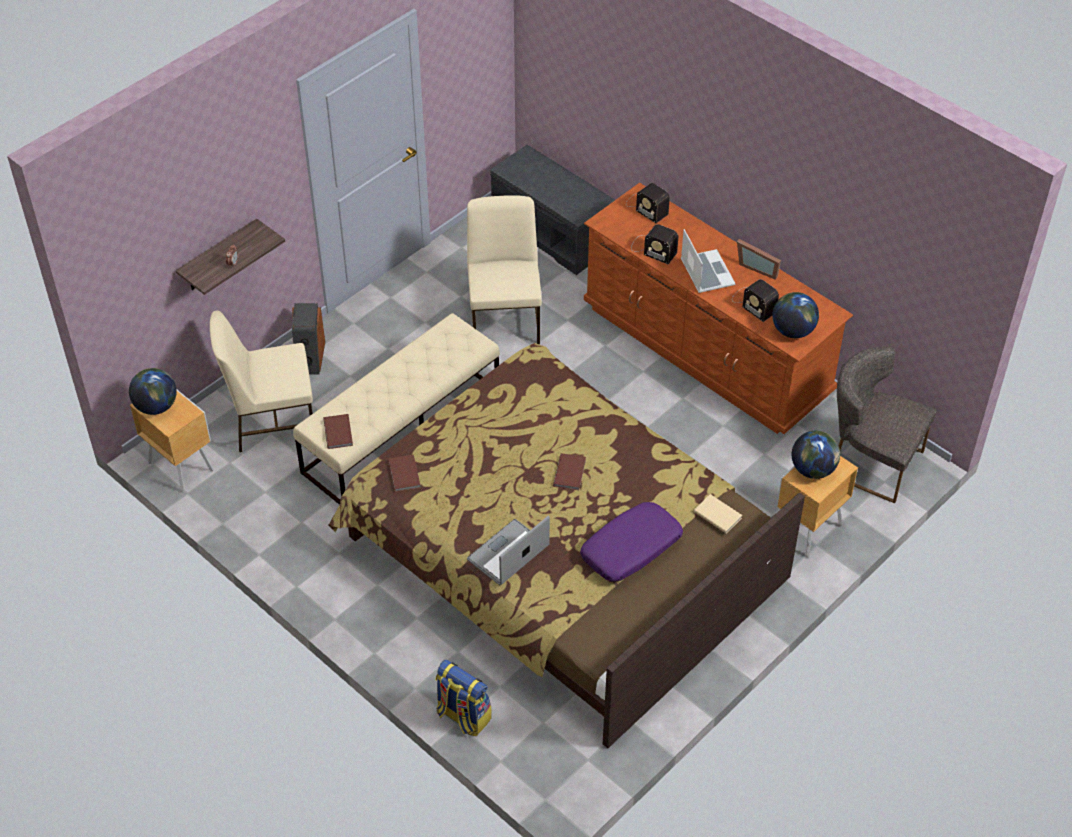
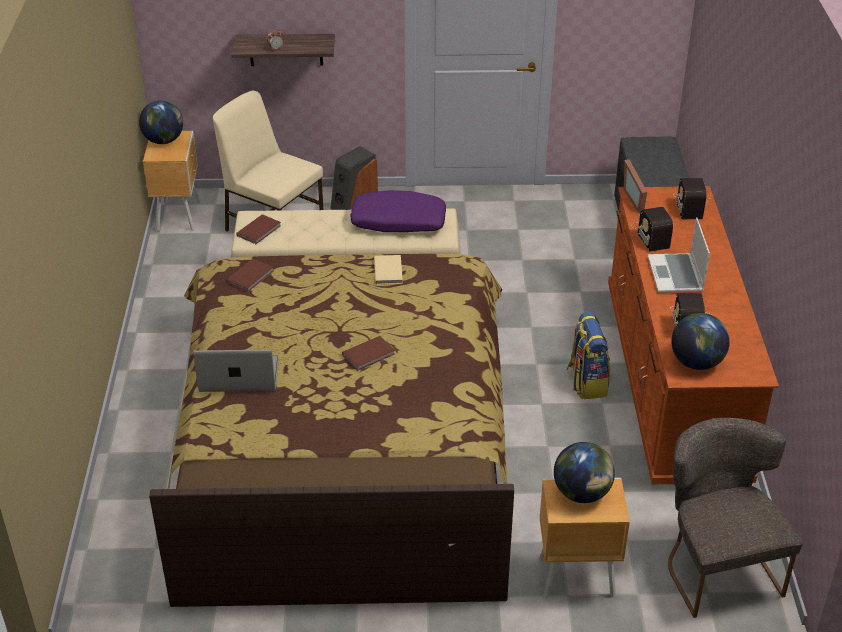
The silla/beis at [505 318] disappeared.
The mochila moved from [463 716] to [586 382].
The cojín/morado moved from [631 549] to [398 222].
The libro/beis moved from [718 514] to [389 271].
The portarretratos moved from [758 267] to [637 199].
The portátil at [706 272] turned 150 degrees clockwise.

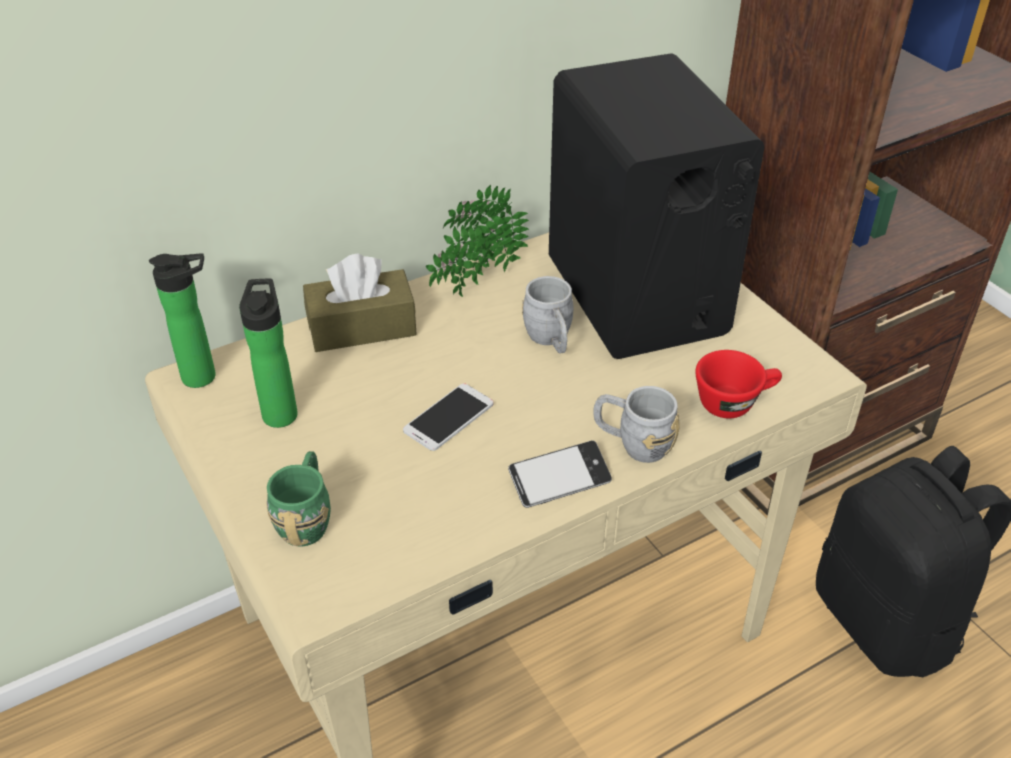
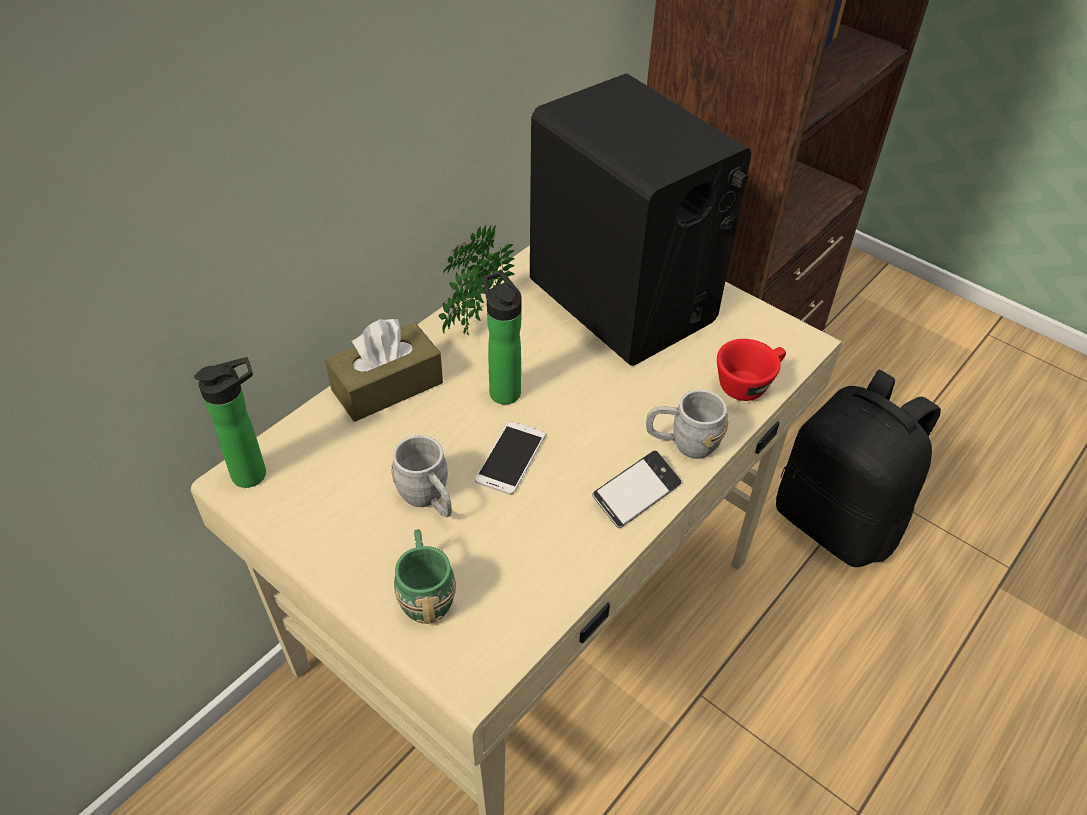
The botella moved from [280 411] to [503 389].
The taza grande/gris moved from [550 340] to [428 499].

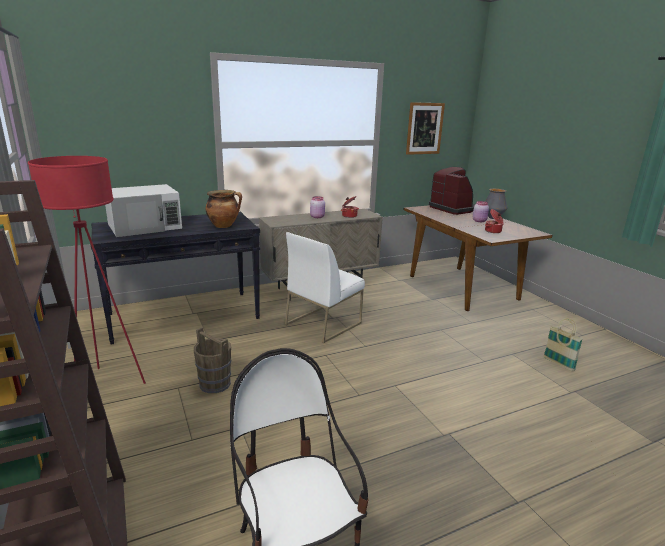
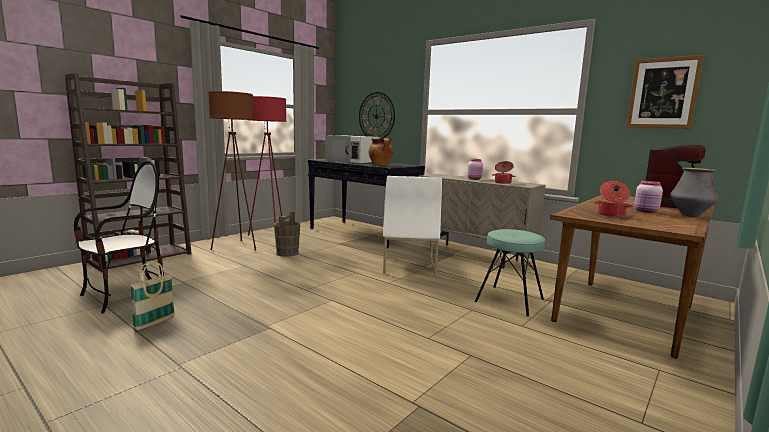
The lámpara de pie/marrón at [236 247] appeared.
The reloj de pared at [376 116] appeared.
The taburete/turquesa at [509 300] appeared.
The cesta moved from [558 364] to [155 323].
The silla/blanco at [323 323] turned 105 degrees counterclockwise.

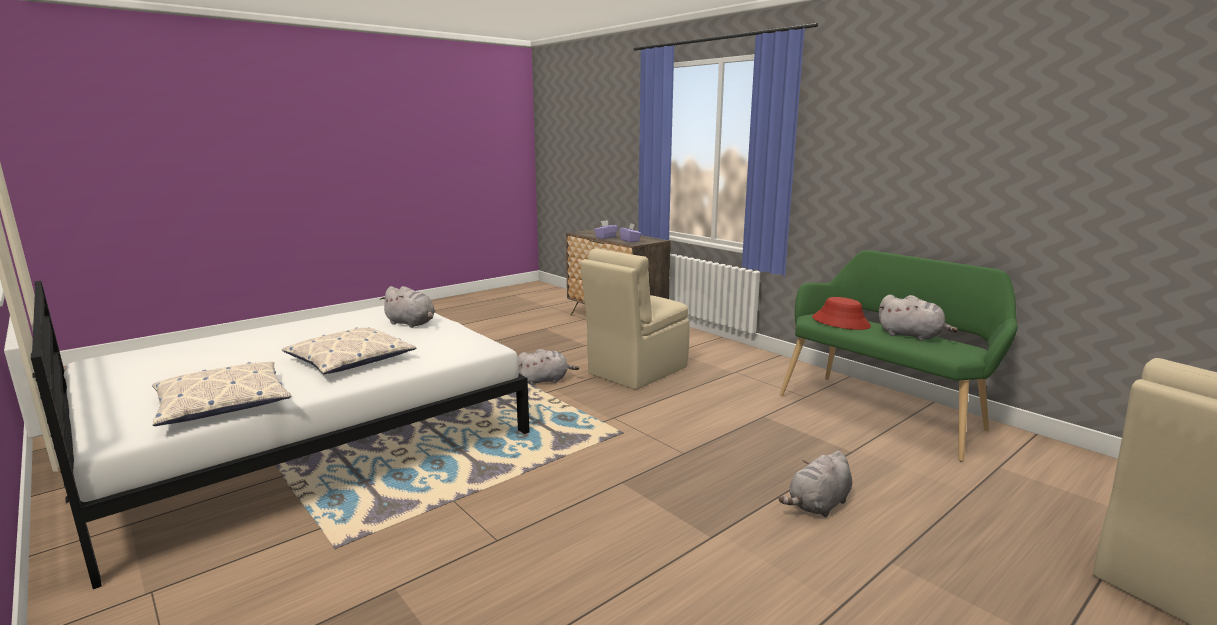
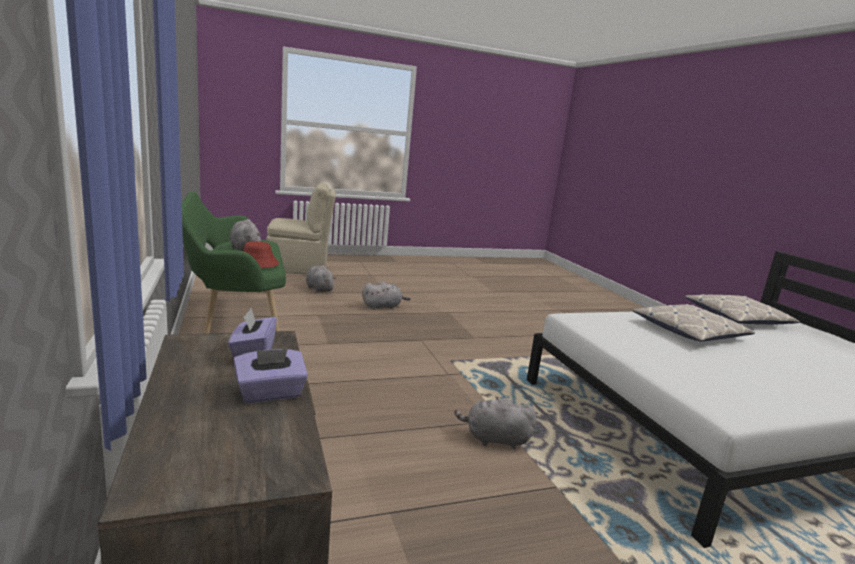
The silla/beis at [635 371] disappeared.
The peluche/gris moved from [412 324] to [318 289].

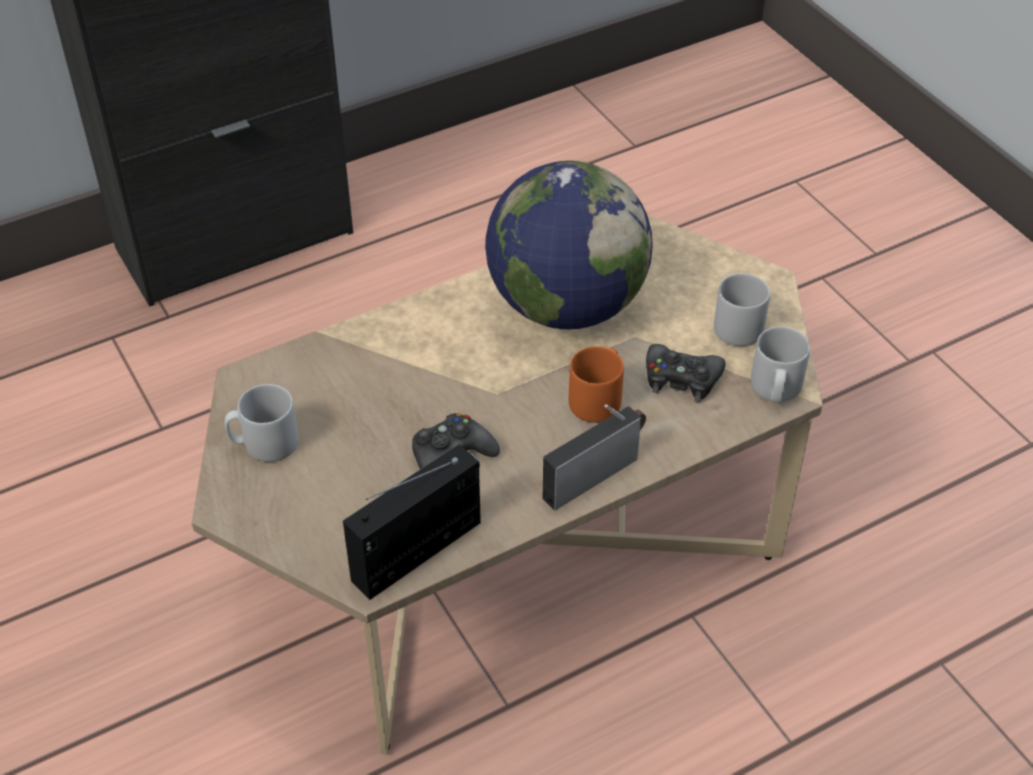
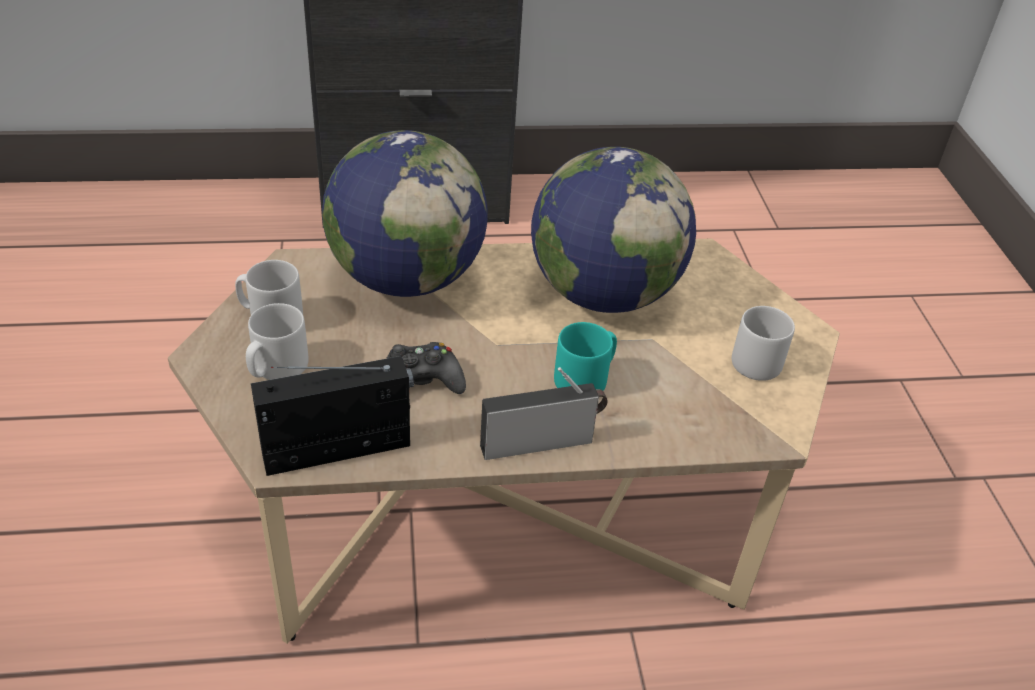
The mando de consola/negro at [681 379] disappeared.
The globo terráqueo at [406 279] appeared.
The taza grande/gris moved from [775 389] to [276 368].
The taza grande/naranja at [598 399] became the taza grande/turquesa at [585 379].

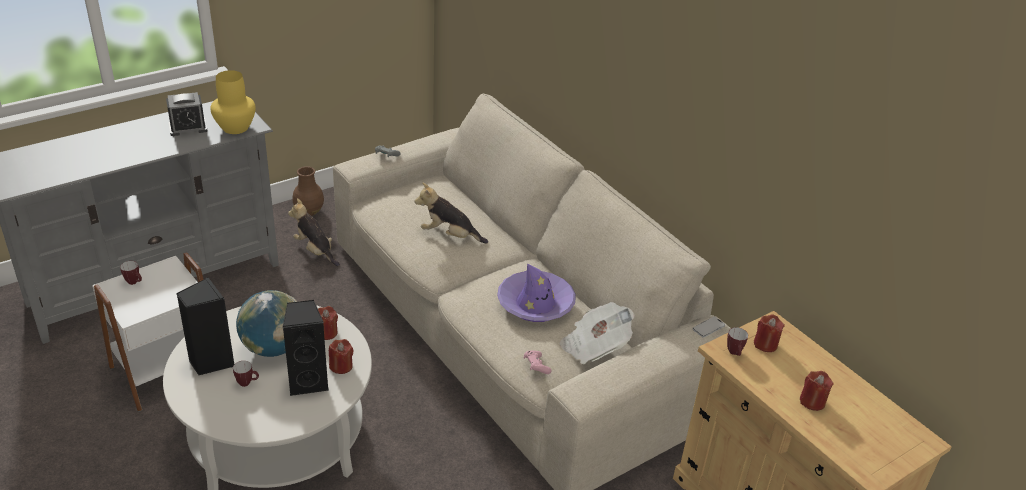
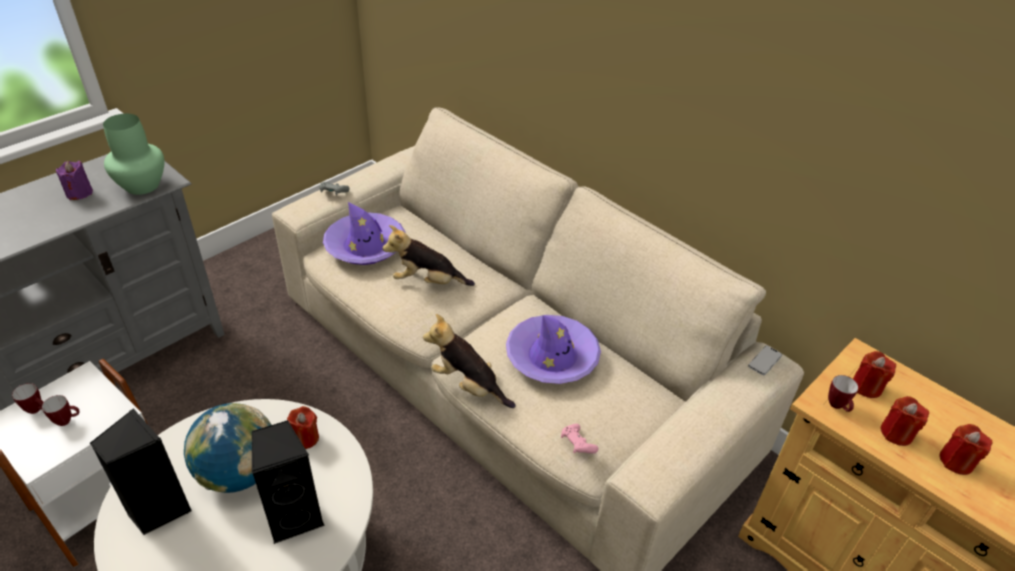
The florero/marrón at [309 211] disappeared.
The periódico at [594 346] disappeared.
The sombrero/morado at [365 246] appeared.
The taza grande moved from [247 383] to [67 420].
The peluche moved from [315 251] to [468 385].
The vela/rojo moved from [341 366] to [896 433].
The despertador at [188 127] was replaced by the vela/morado at [79 193].
The florero/amarillo at [235 128] became the florero/verde at [142 186].

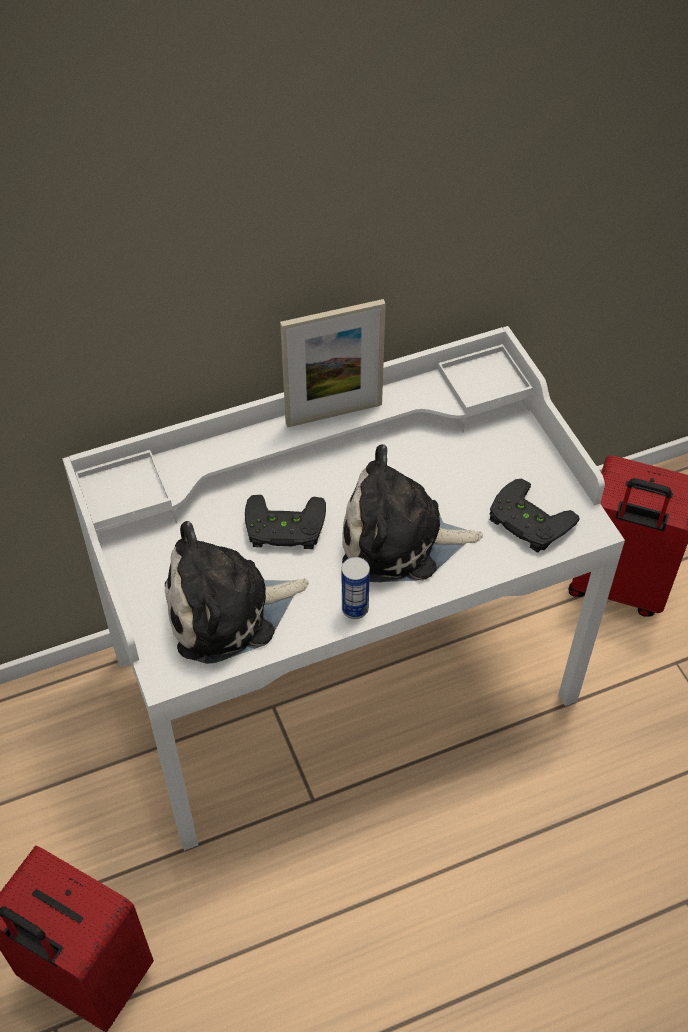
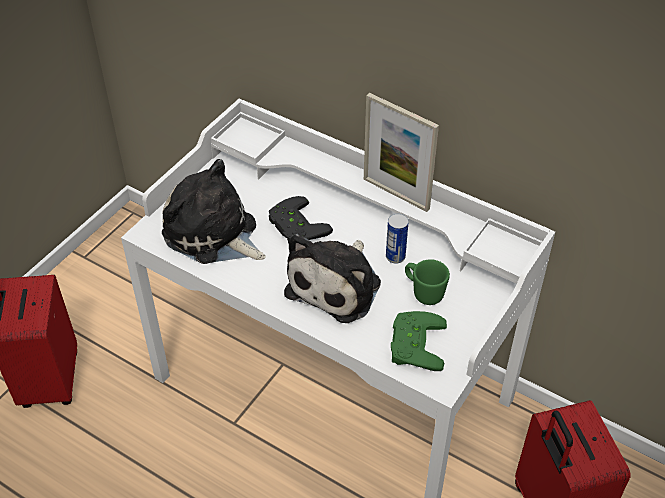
The taza grande/verde at [423 292] appeared.
The lata moved from [355 608] to [395 256].
The mando de consola/negro at [526 523] became the mando de consola/verde at [413 343].
The peluche at [400 540] turned 120 degrees counterclockwise.

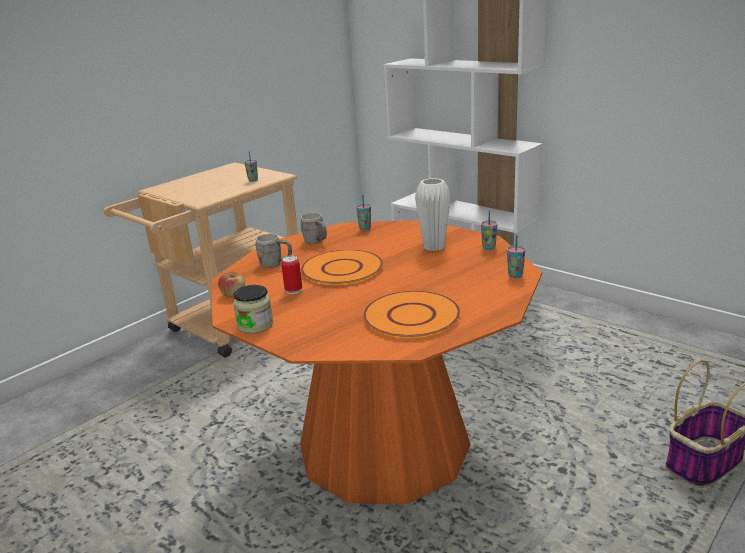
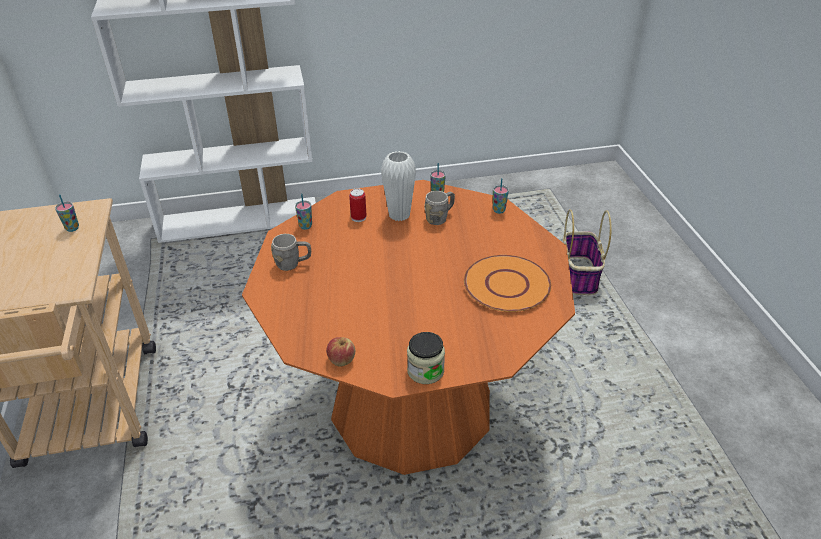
The plato/naranja at [341 269] disappeared.
The taza grande/gris moved from [275 264] to [440 217].
The lata moved from [293 290] to [358 217].

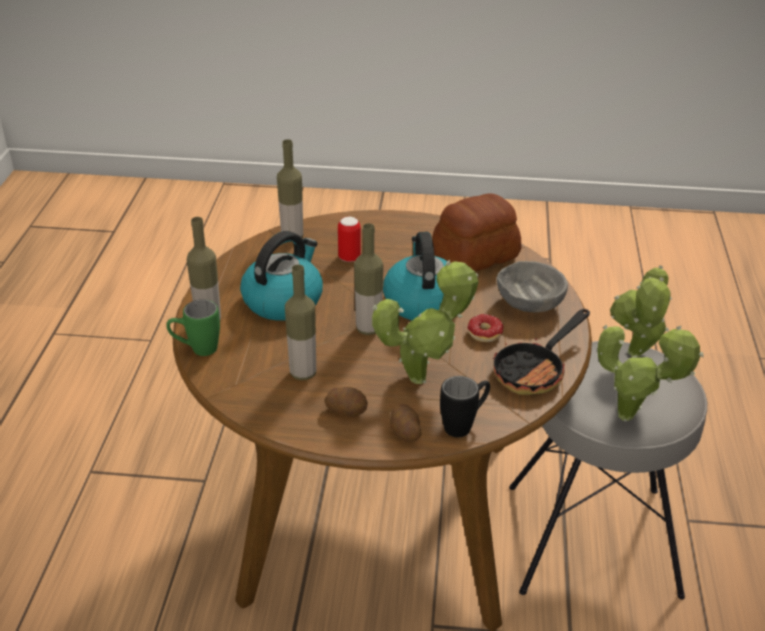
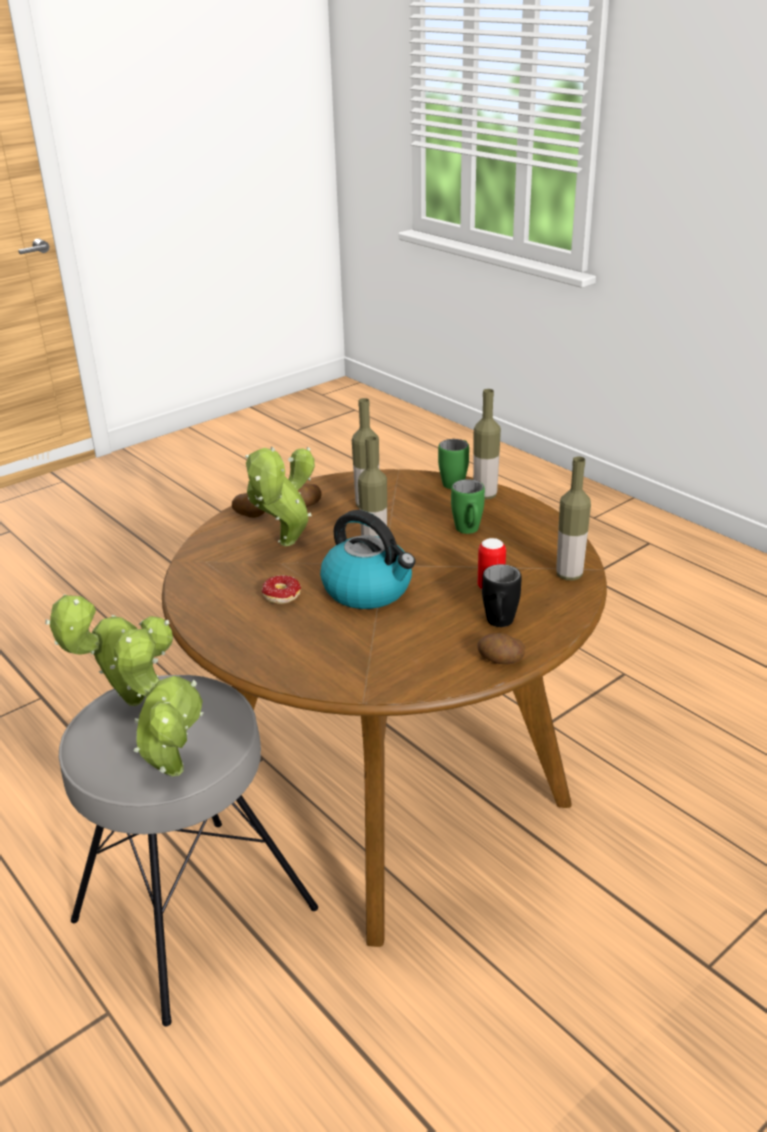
The pan at [474 256] disappeared.
The sartén at [535 370] disappeared.
The cuenco/gris at [529 304] disappeared.
The patata at [500 660] appeared.
The taza grande/negro moved from [464 425] to [499 625].
The hervidor at [283 300] was replaced by the taza grande/verde at [469 532].

